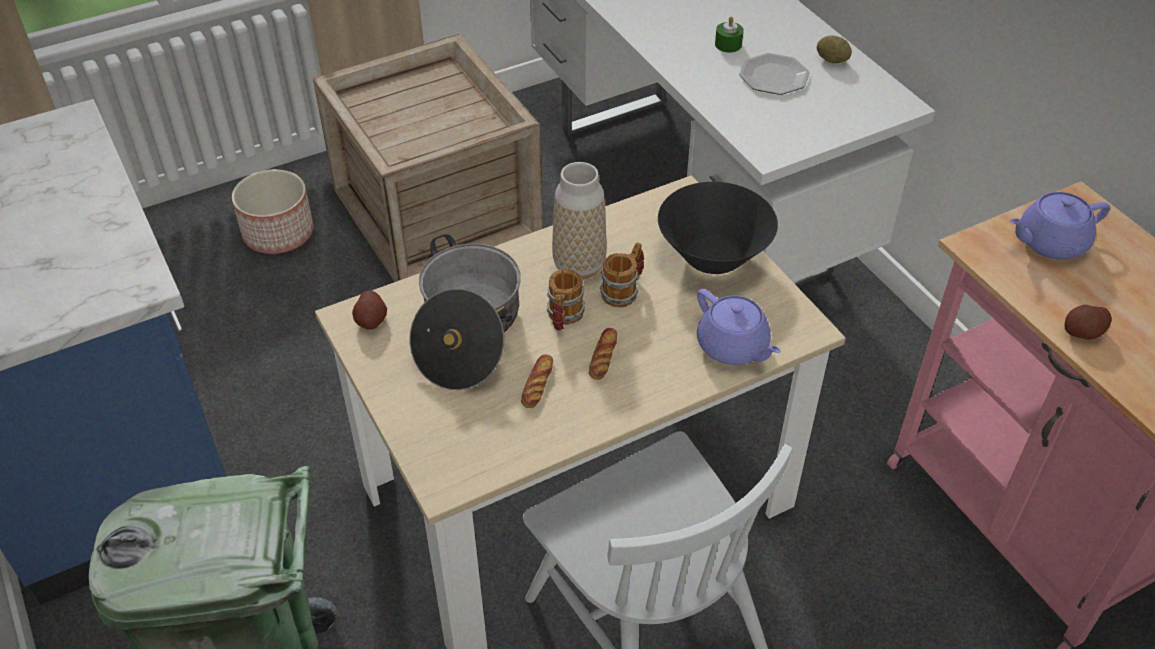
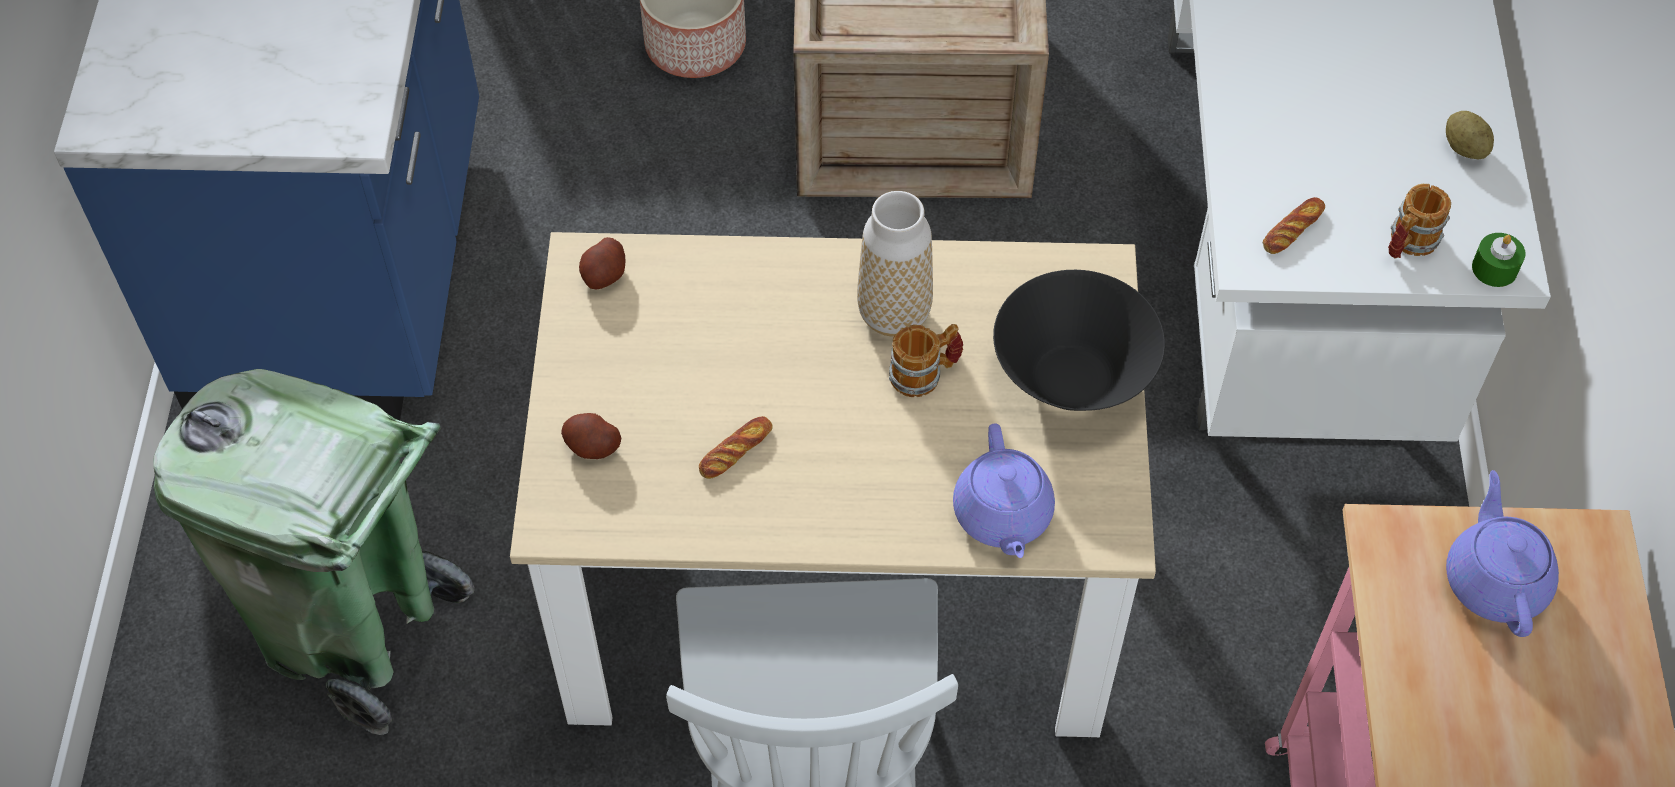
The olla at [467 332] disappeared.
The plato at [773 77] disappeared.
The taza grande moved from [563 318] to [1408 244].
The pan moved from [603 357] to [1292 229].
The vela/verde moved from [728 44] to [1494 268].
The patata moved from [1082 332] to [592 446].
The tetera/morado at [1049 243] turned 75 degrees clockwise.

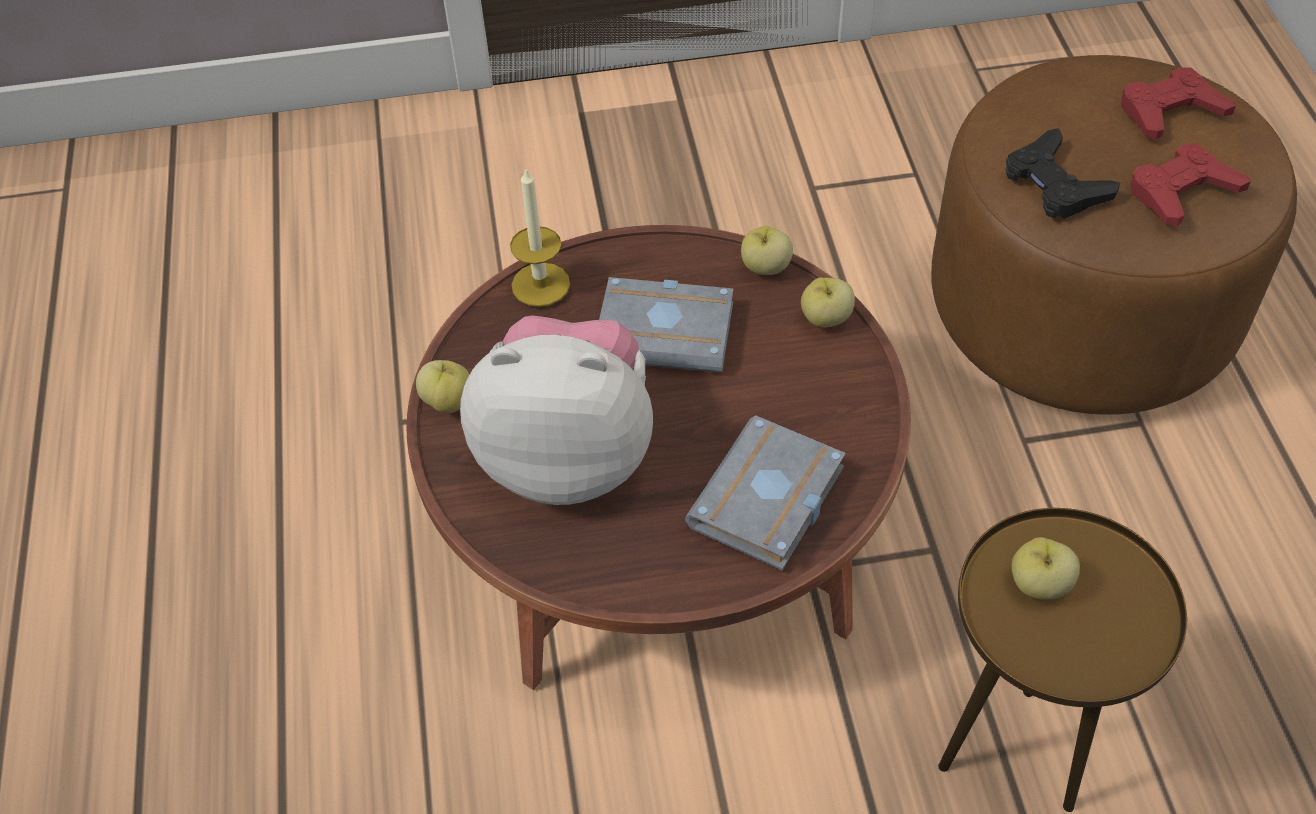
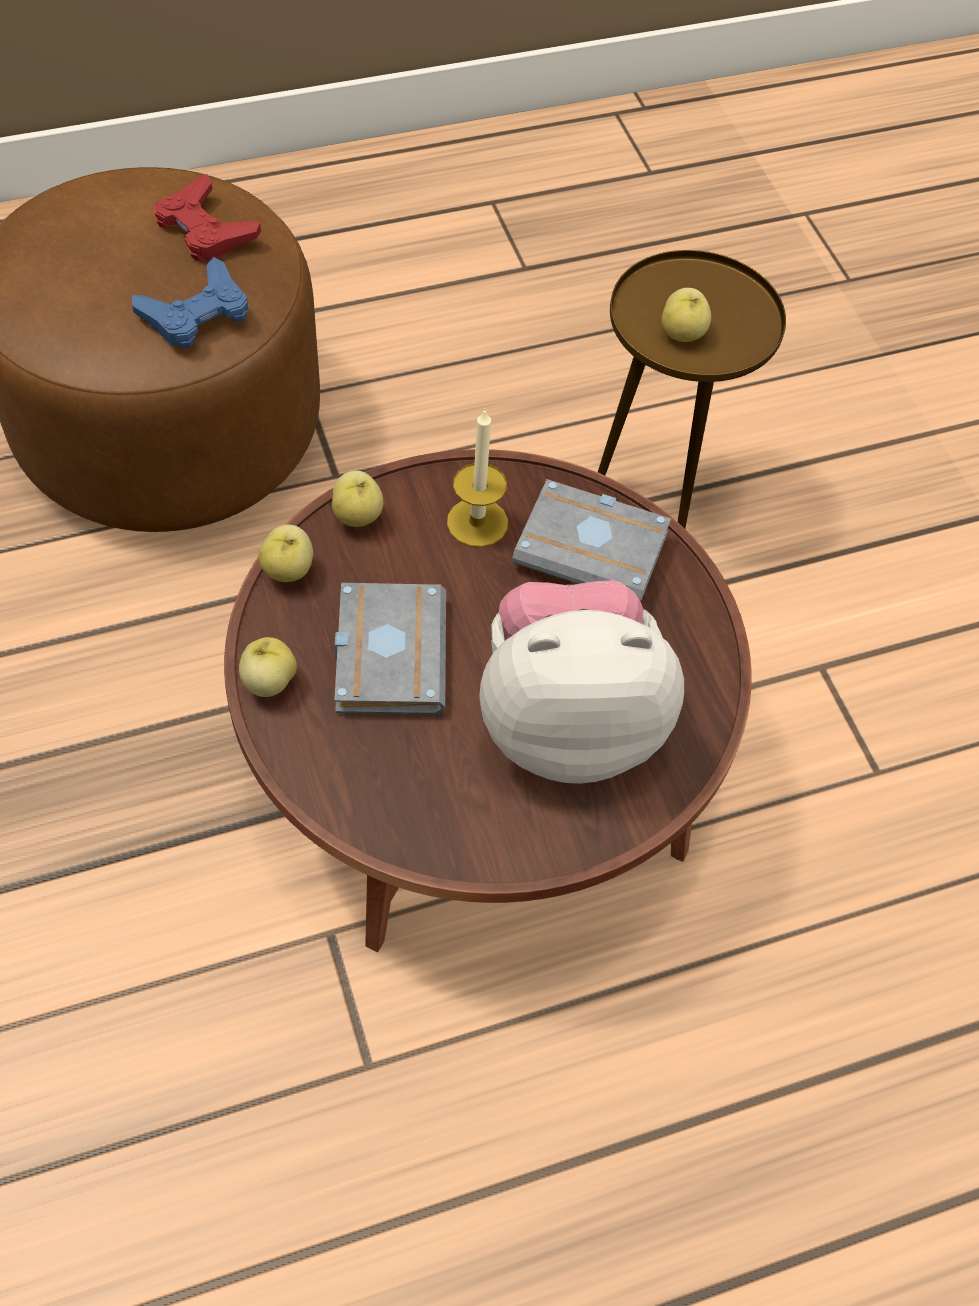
The mando de consola/rojo at [1170 111] disappeared.
The manzana moved from [448 401] to [268 681].
The vela moved from [540 284] to [477 522].
The mando de consola/negro at [1055 184] became the mando de consola/azul at [196 313].
The peluche at [568 455] turned 90 degrees clockwise.

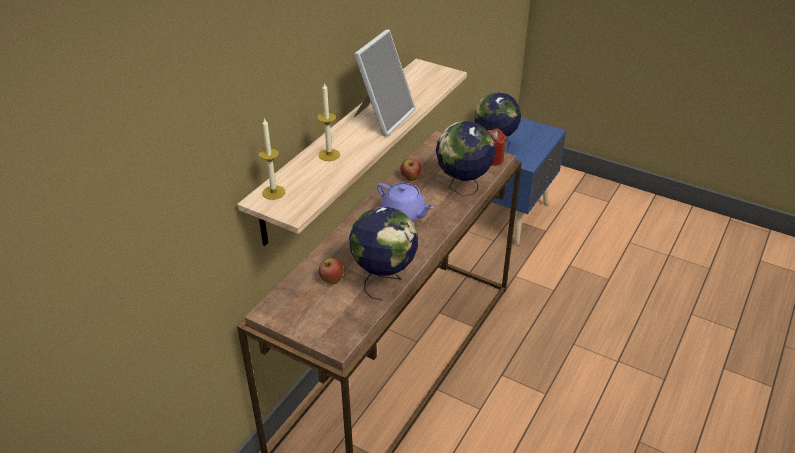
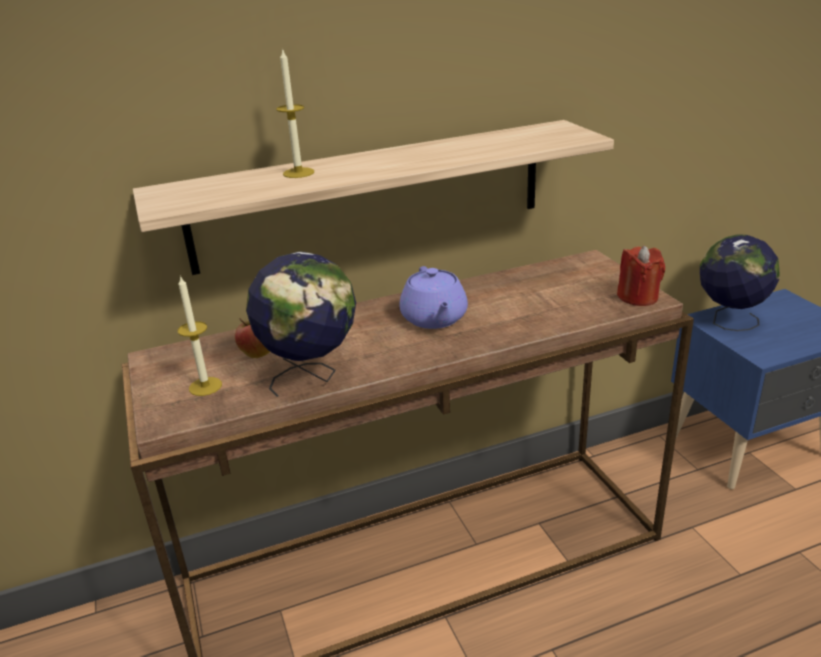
The portarretratos at [383 118] disappeared.
The manzana at [410 178] disappeared.
The globo terráqueo at [463 188] disappeared.
The vela moved from [273 192] to [205 386].

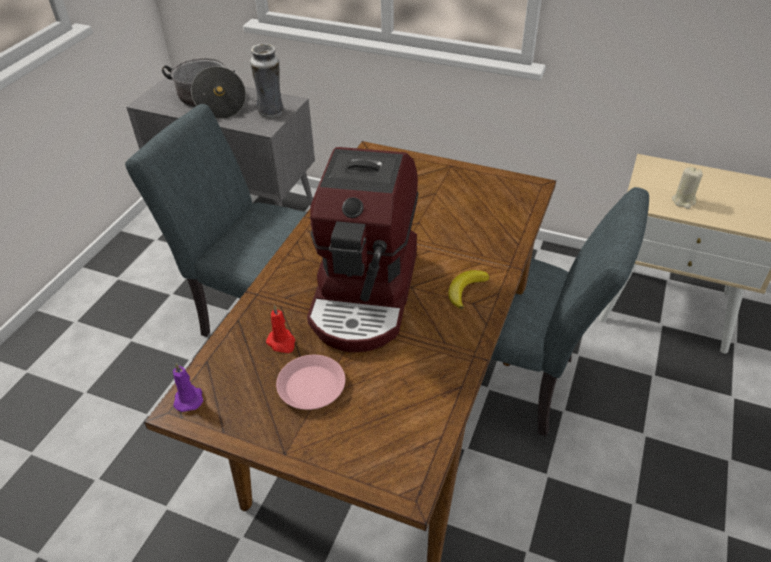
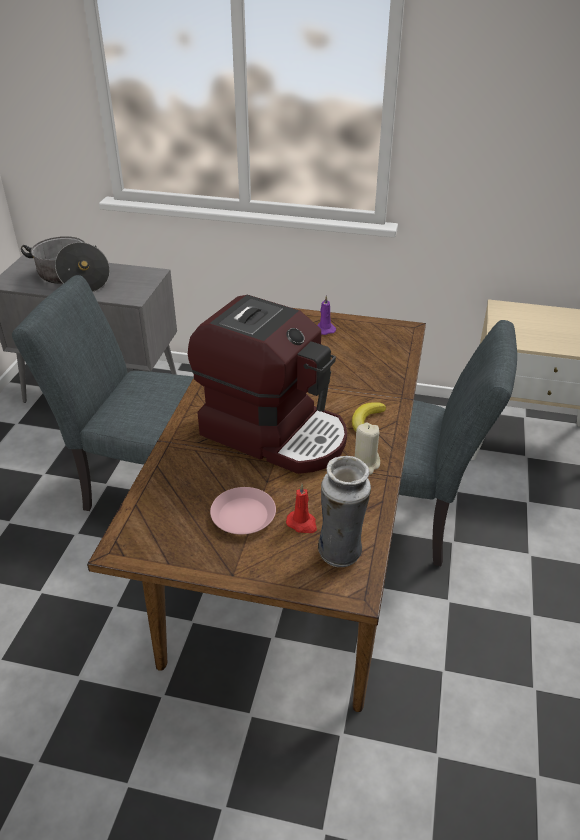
The vela/morado moved from [189 398] to [324 329].
The florero moved from [272 112] to [341 553].
The vela/rojo moved from [282 342] to [302 523].
The vela/beis moved from [683 201] to [365 464].
The cafetera at [366 294] turned 60 degrees counterclockwise.

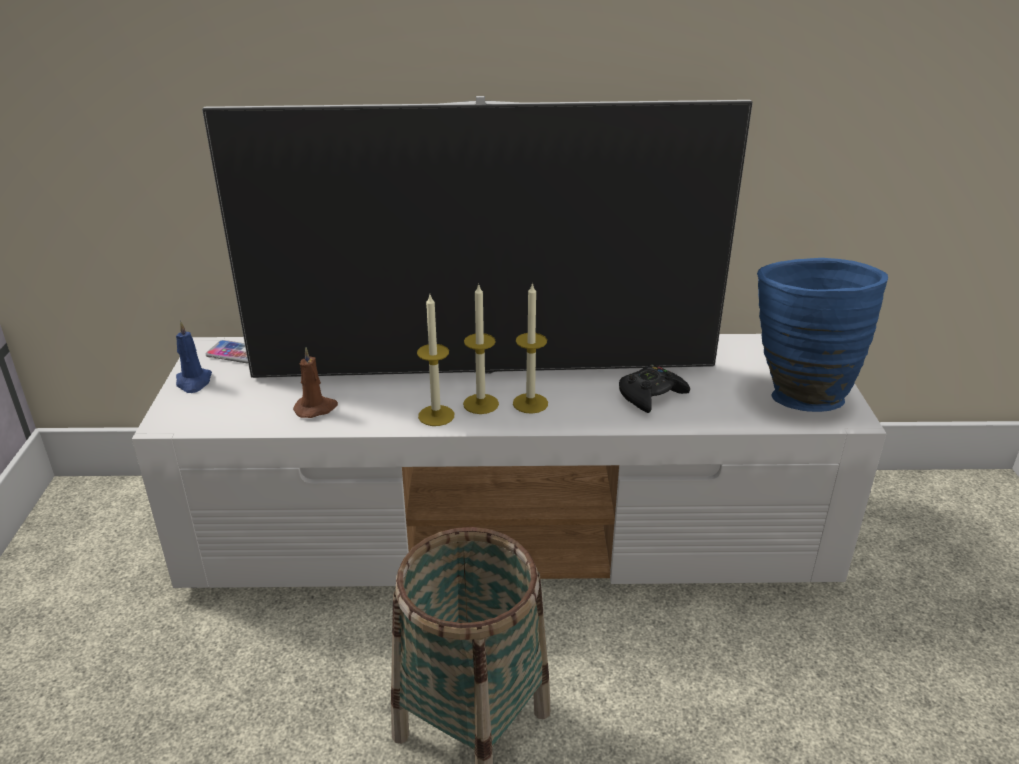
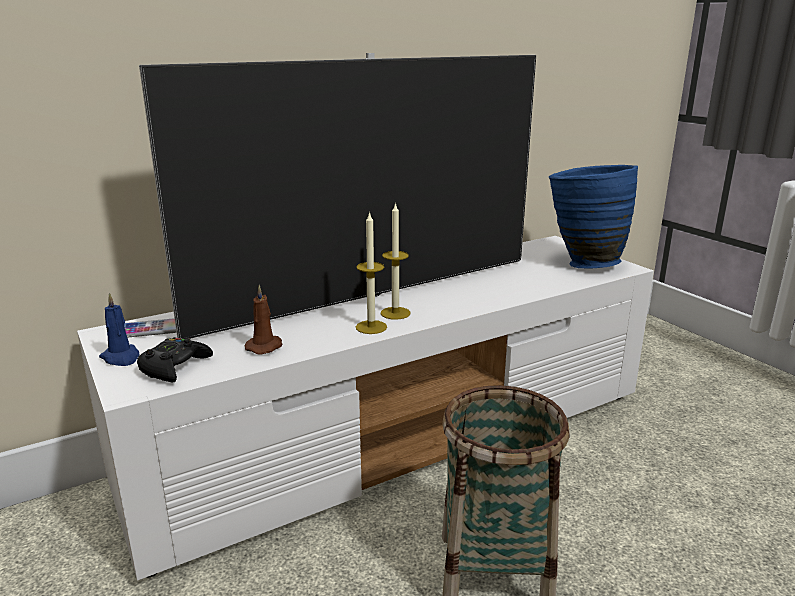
The vela at [530 403] disappeared.
The mando de consola/negro moved from [651 395] to [174 367].

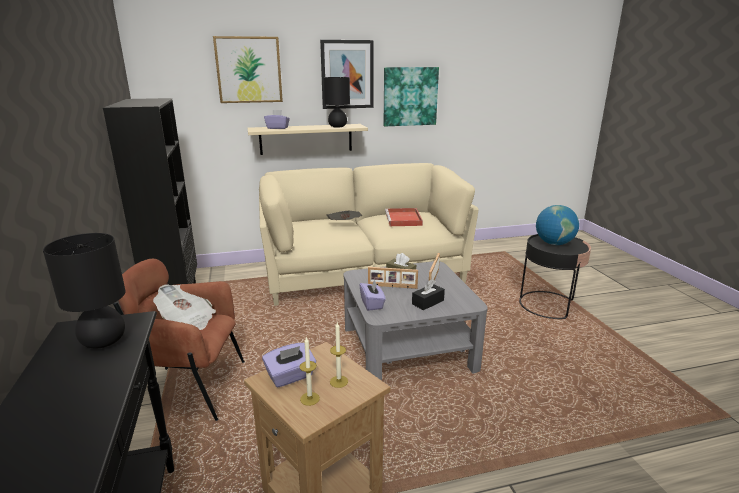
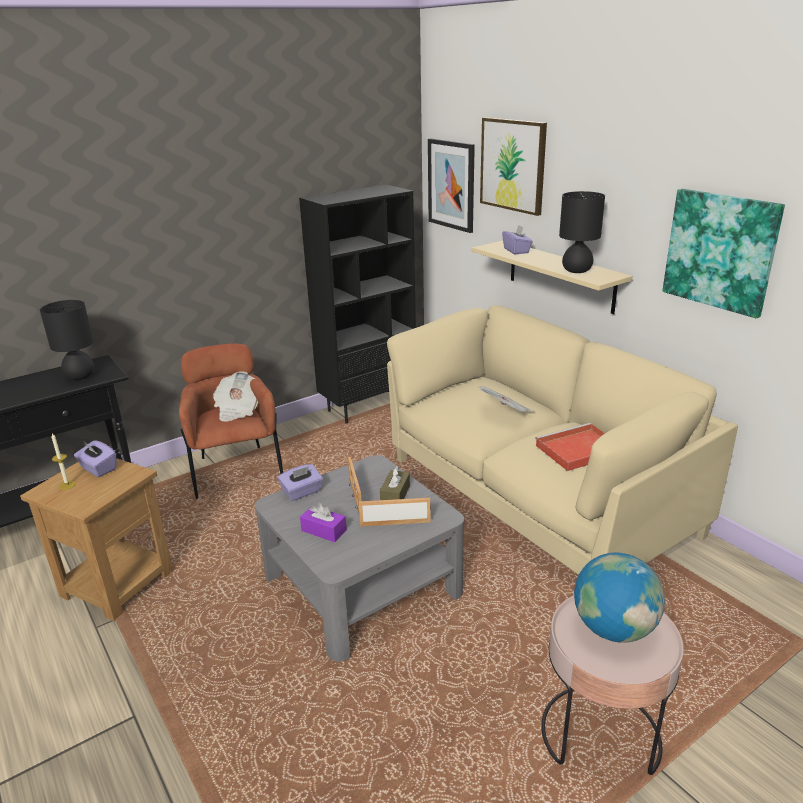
The vela at [339 381] disappeared.
The cuadro moved from [347 74] to [451 185].
The caja de pañuelos/negro at [427 302] became the caja de pañuelos/morado at [324 530].
The mesa auxiliar/negro at [548 305] became the mesa auxiliar/rosa at [601 734].

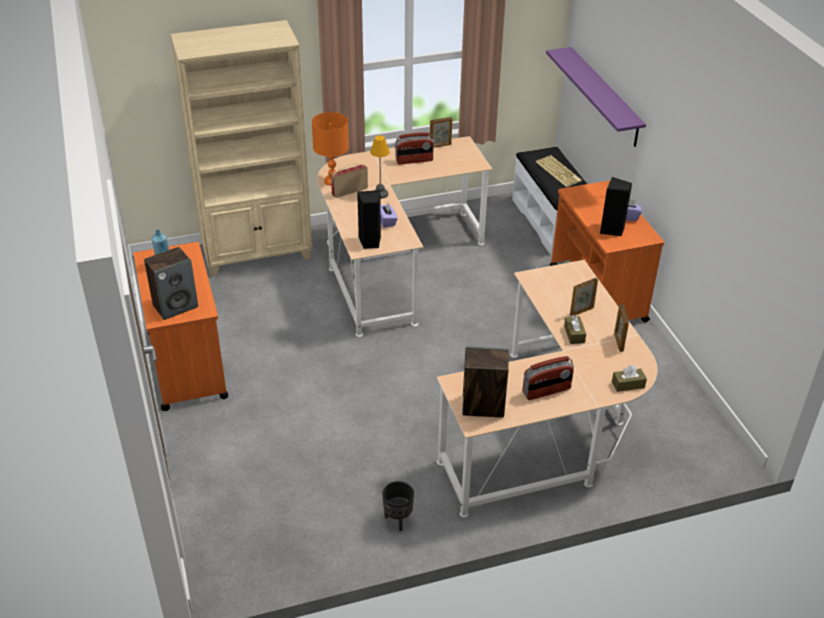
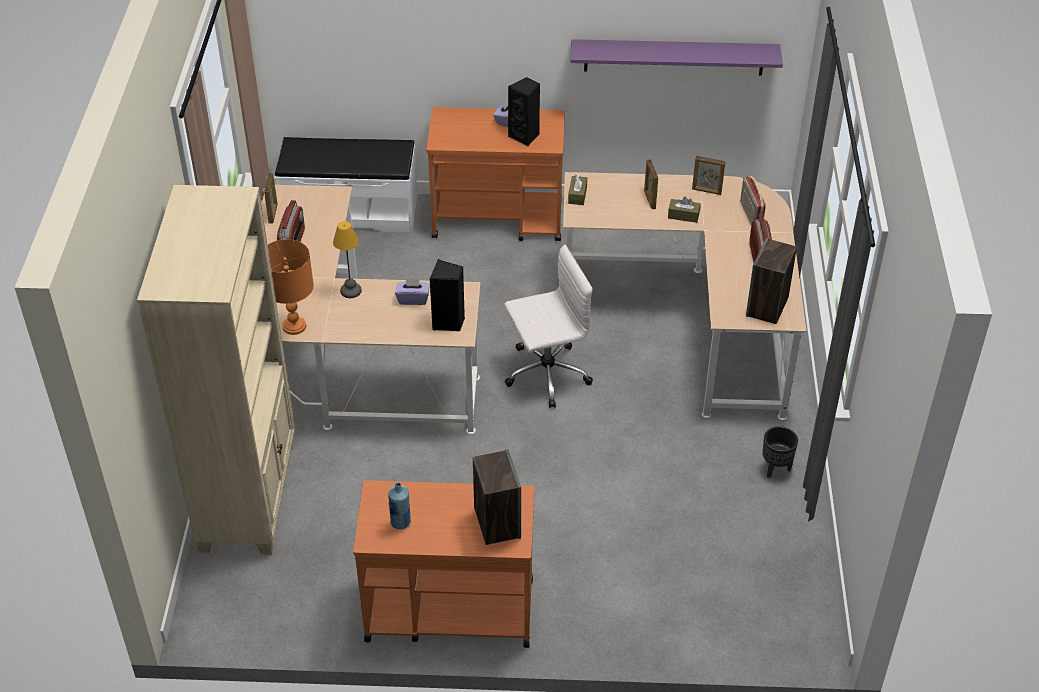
The teclado at [559 172] disappeared.
The silla de oficina/blanco at [545 374] appeared.
The radio moved from [349 191] to [750 215].
The estante/morado moved from [604 97] to [674 57].
The caja de pañuelos/marrón moved from [628 384] to [577 195].

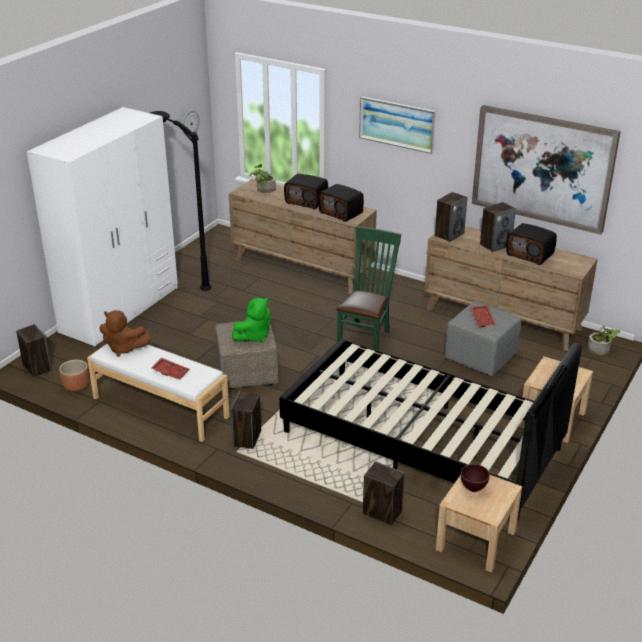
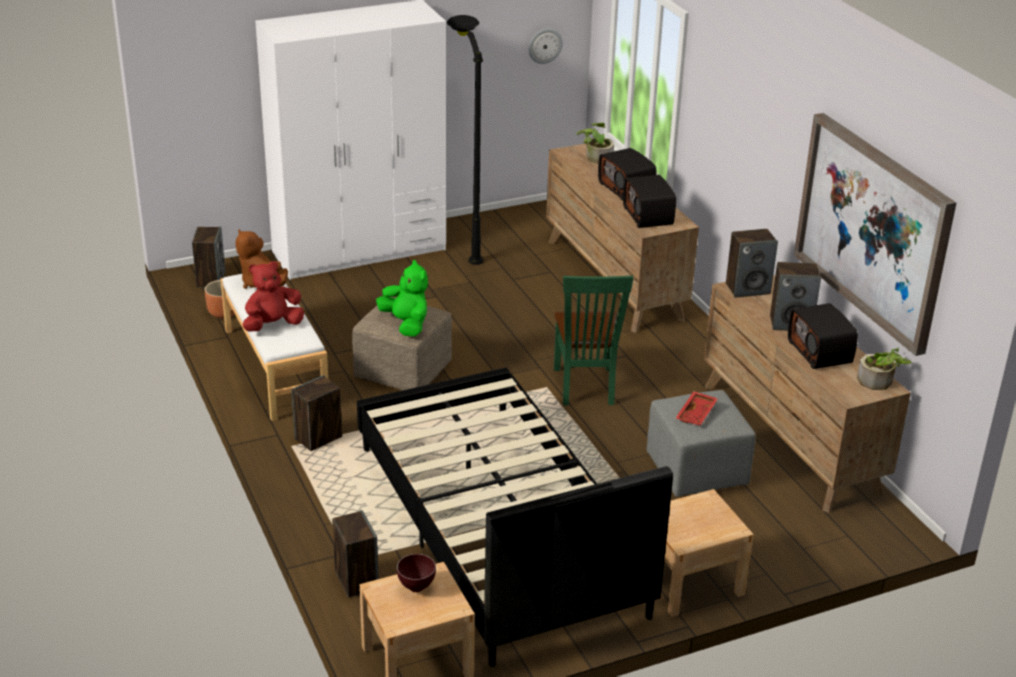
The cuadro at [397 124] disappeared.
The planta en maceta moved from [601 349] to [879 382].
The bandeja/rojo at [171 372] was replaced by the peluche/rojo at [272 325].
The peluche/verde at [254 336] turned 120 degrees counterclockwise.
The silla/verde at [366 337] turned 120 degrees clockwise.

